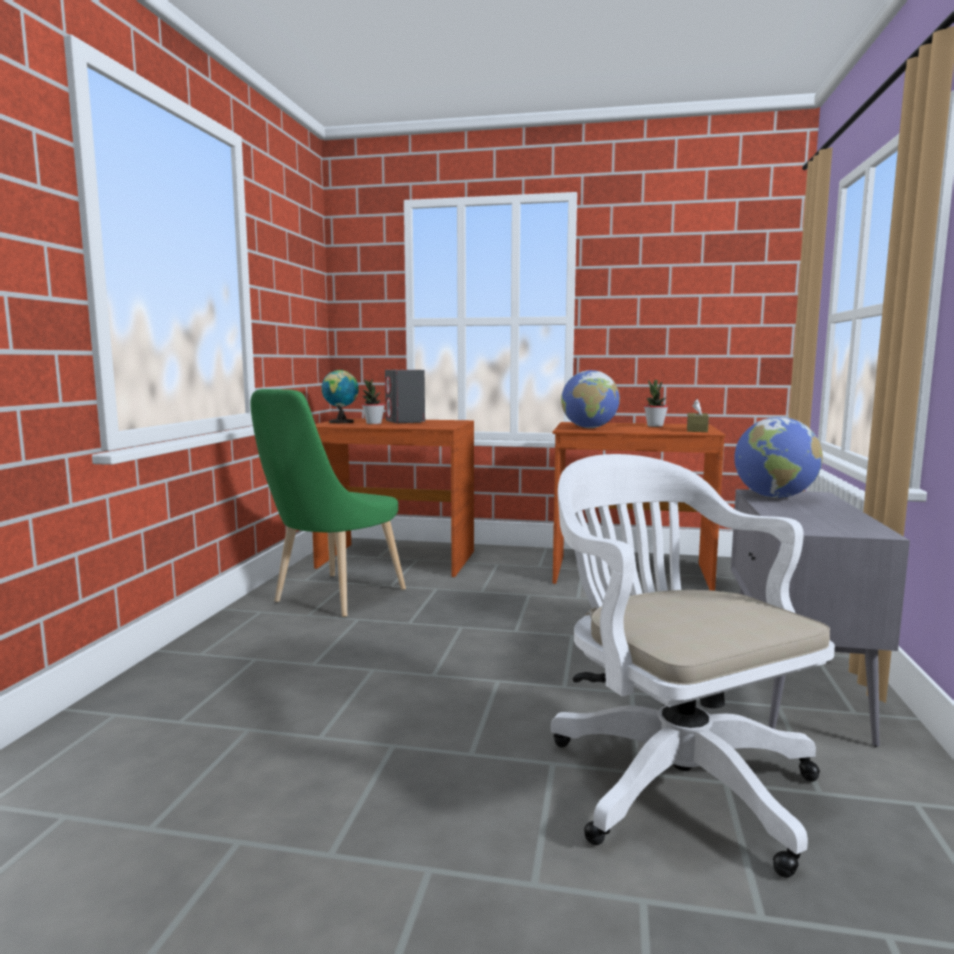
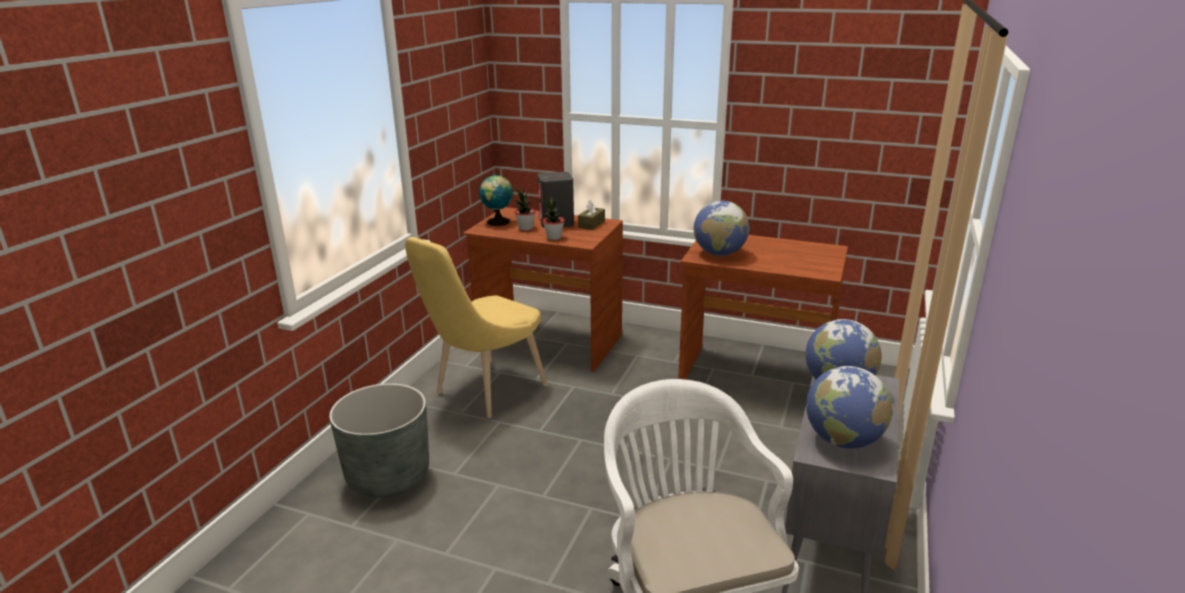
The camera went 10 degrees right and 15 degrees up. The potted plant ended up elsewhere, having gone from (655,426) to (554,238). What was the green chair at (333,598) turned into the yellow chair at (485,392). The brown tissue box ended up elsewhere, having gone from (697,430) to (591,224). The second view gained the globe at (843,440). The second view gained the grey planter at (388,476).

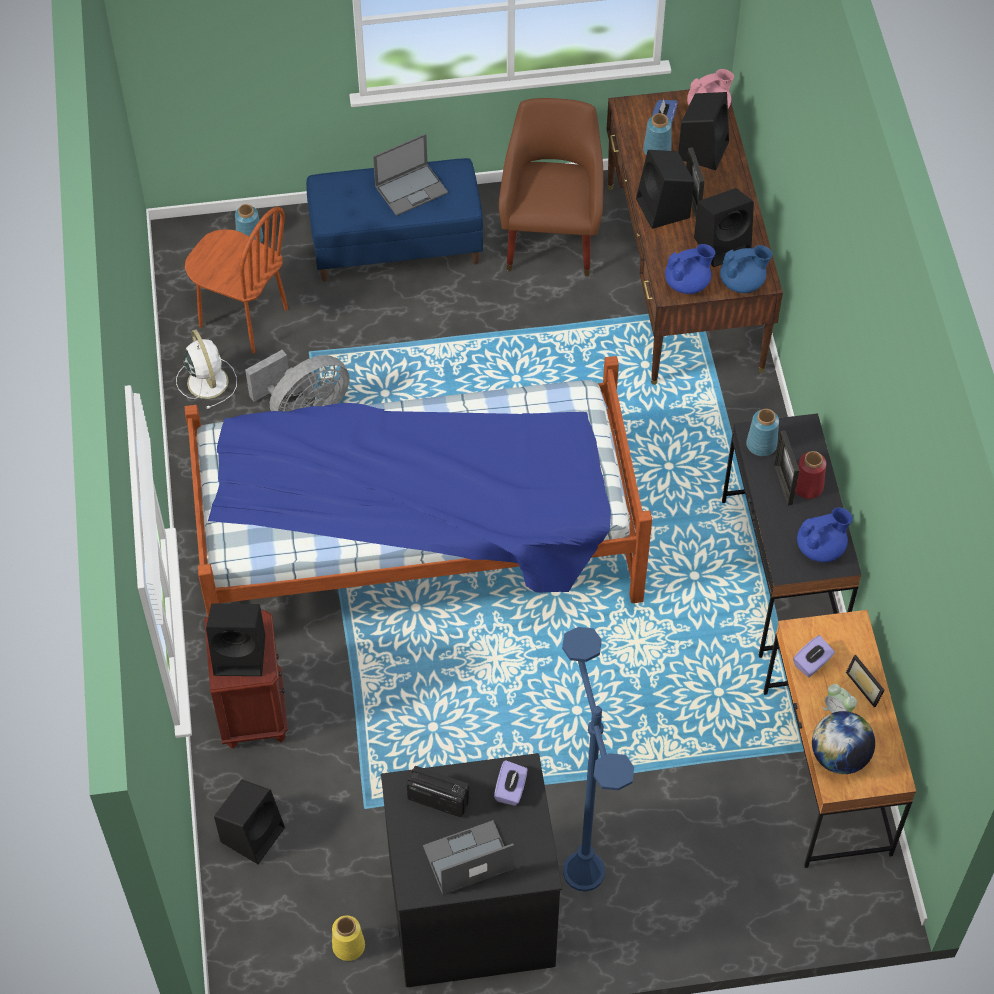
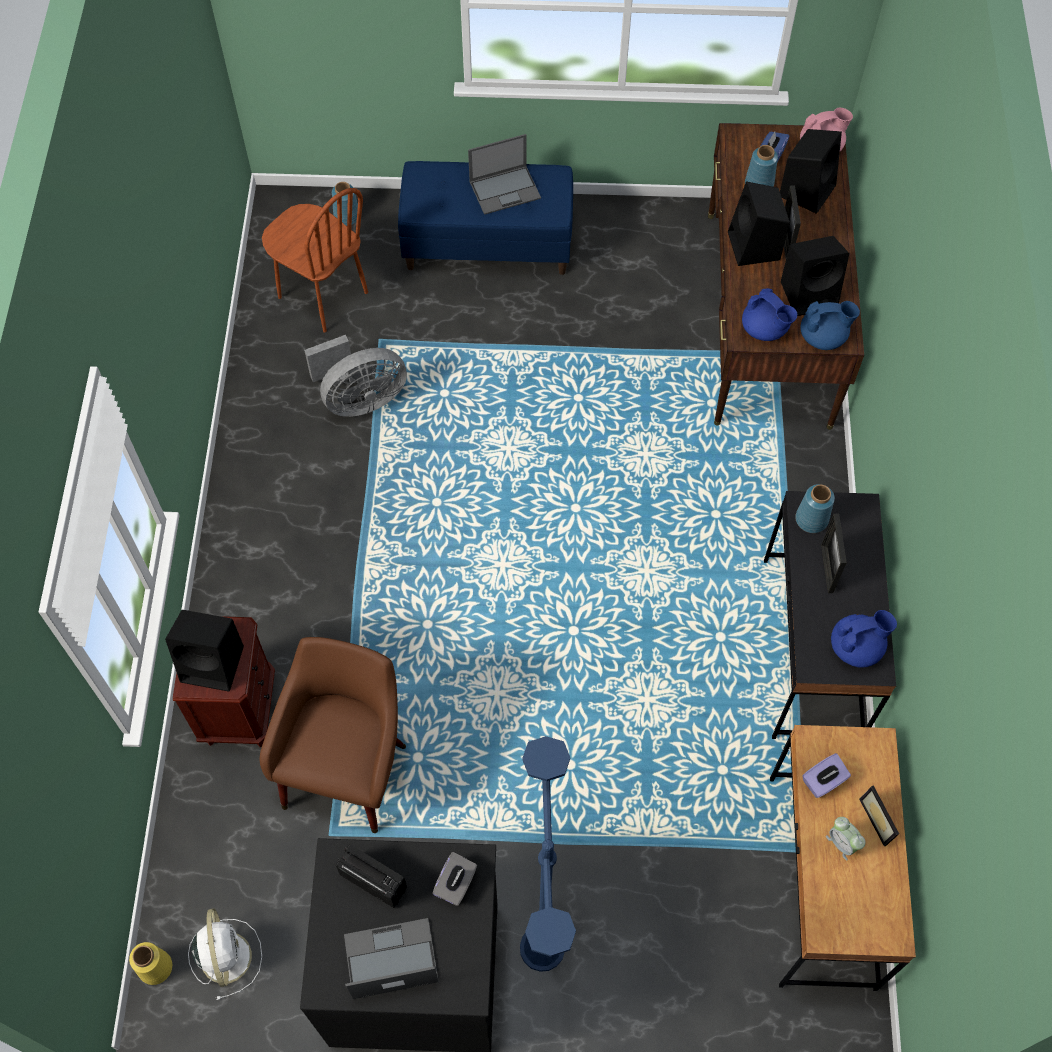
The camera went 10 degrees right and 5 degrees up. The brown armchair ended up elsewhere, having gone from (551,236) to (347,766). The blue teapot at (688,283) ended up facing another way, 60 degrees clockwise from before. The white fan ended up elsewhere, having gone from (207,380) to (226,955). The second view lost the bed at (419,548). The second view lost the red vase at (807,486). The second view lost the globe at (839,756). What was the purple tissue box at (511,790) turned into the grey tissue box at (456,884). The second view lost the black speaker at (253,833). The yellow vase ended up elsewhere, having gone from (349,946) to (155,968).

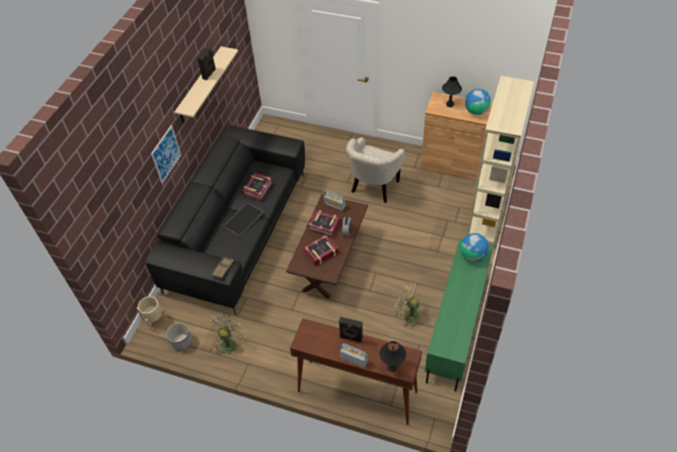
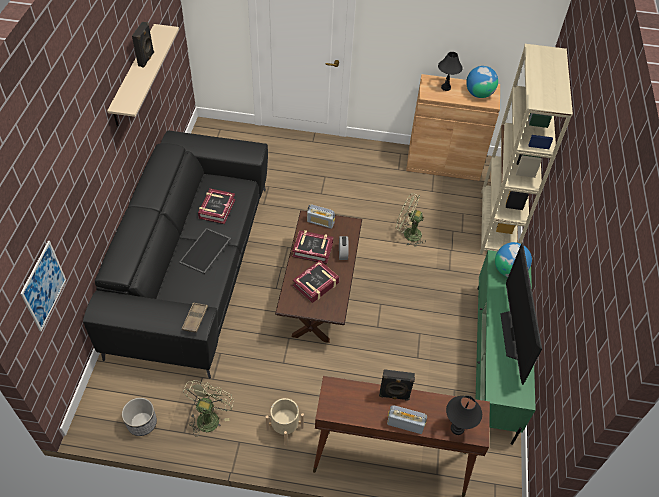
The camera went 15 degrees left and 0 degrees up. The picture ended up elsewhere, having gone from (166,154) to (43,286). The second view lost the beige armchair at (373,188). The green fan ended up elsewhere, having gone from (407,315) to (408,234). The beige planter ended up elsewhere, having gone from (154,319) to (284,428). The second view gained the television at (514,335).

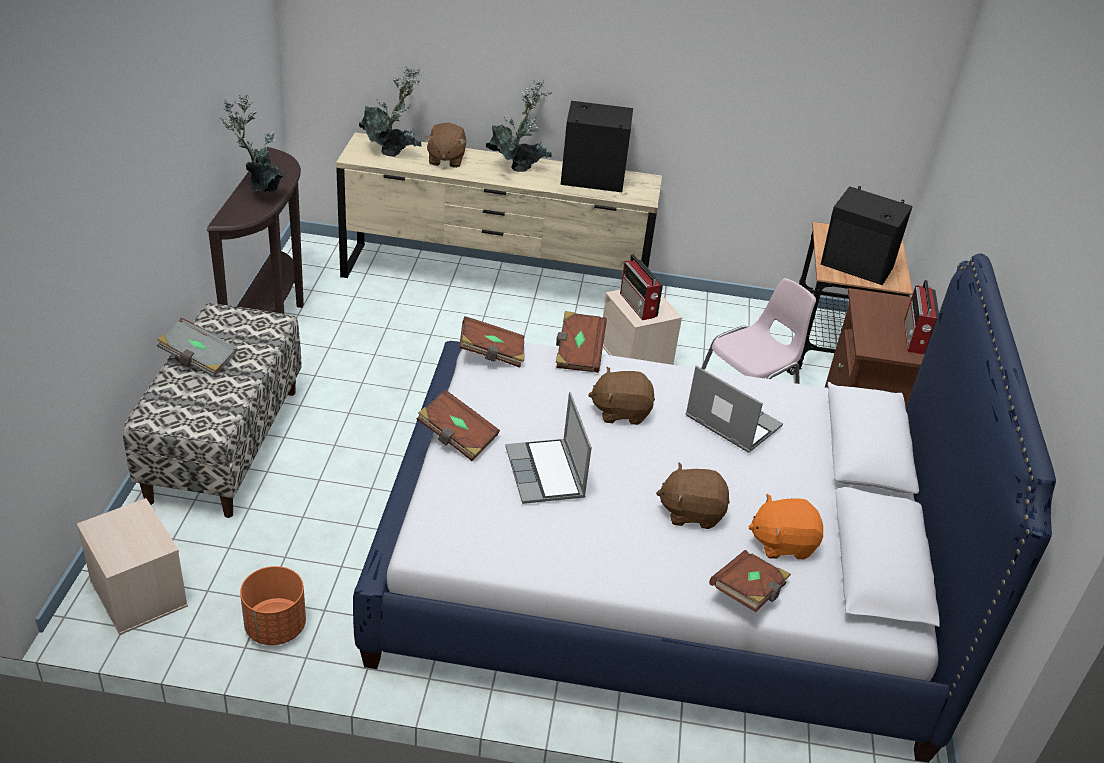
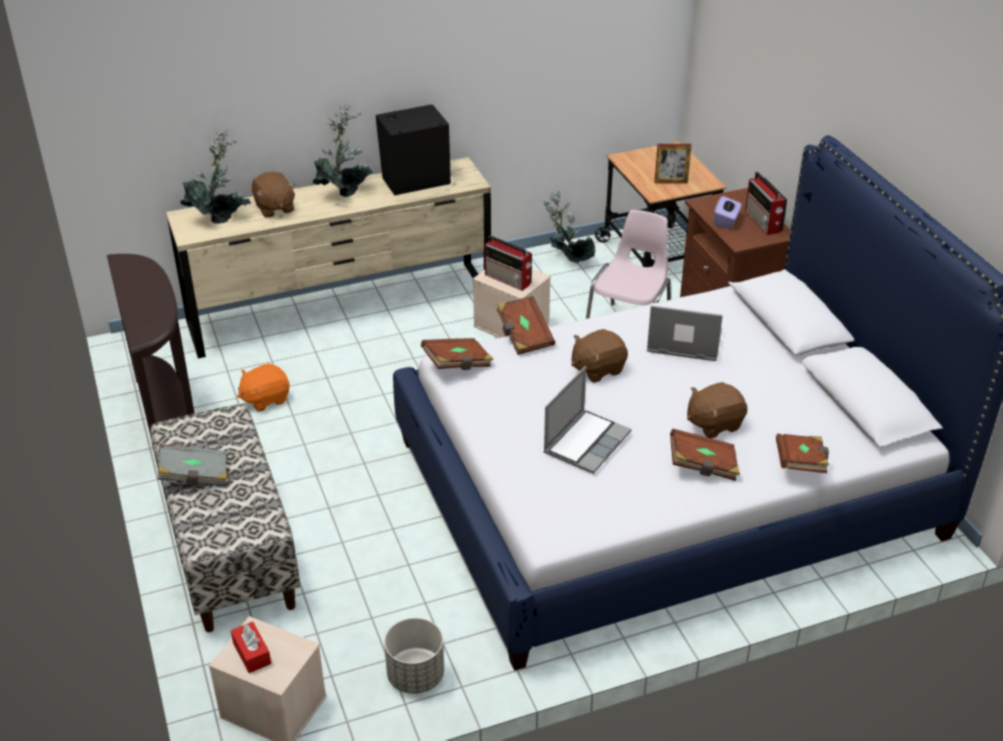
The camera went 25 degrees left and 0 degrees up. The potted plant ended up elsewhere, having gone from (260,191) to (568,262). Where the black speaker stood at (857,268), the picture frame came to stand at (671,182). The brown book ended up elsewhere, having gone from (457,437) to (703,466). The laptop at (546,474) ended up facing another way, 105 degrees counterclockwise from before. The orange plush toy ended up elsewhere, having gone from (782,543) to (265,399). What was the orange planter at (275,627) turned into the grey planter at (415,676). The second view gained the purple tissue box at (726,221). The second view gained the red tissue box at (252,653).

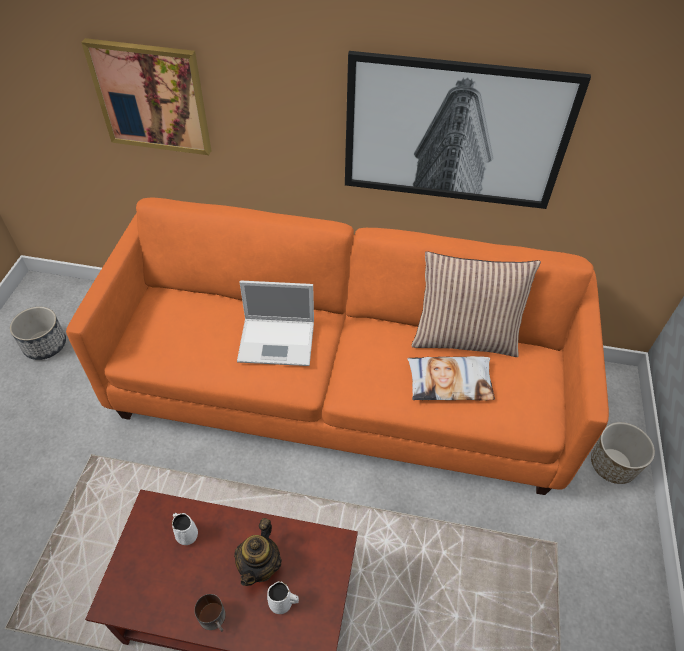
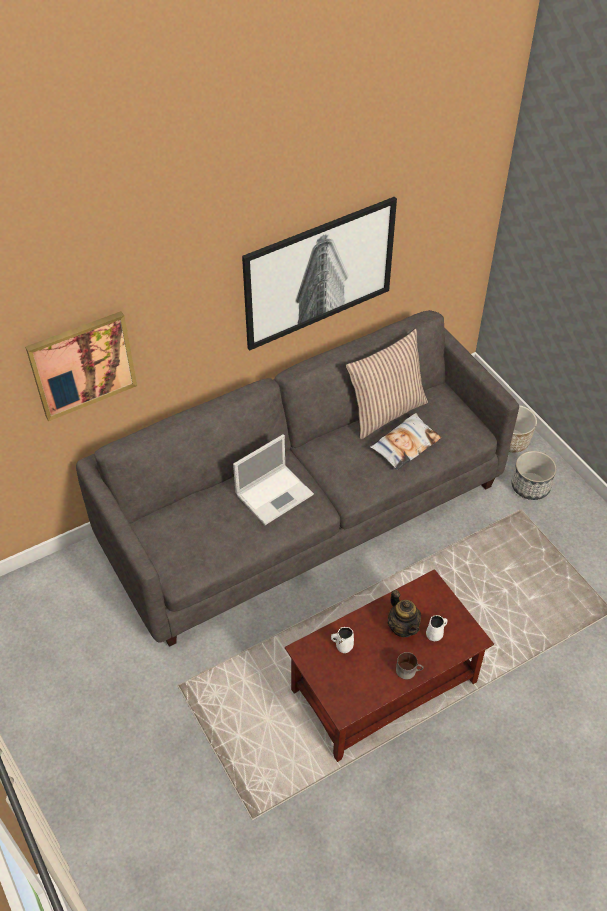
The camera went 40 degrees left and 0 degrees up. What was the orange sofa at (340,388) turned into the grey sofa at (303,512). The planter ended up elsewhere, having gone from (45,345) to (530,486).

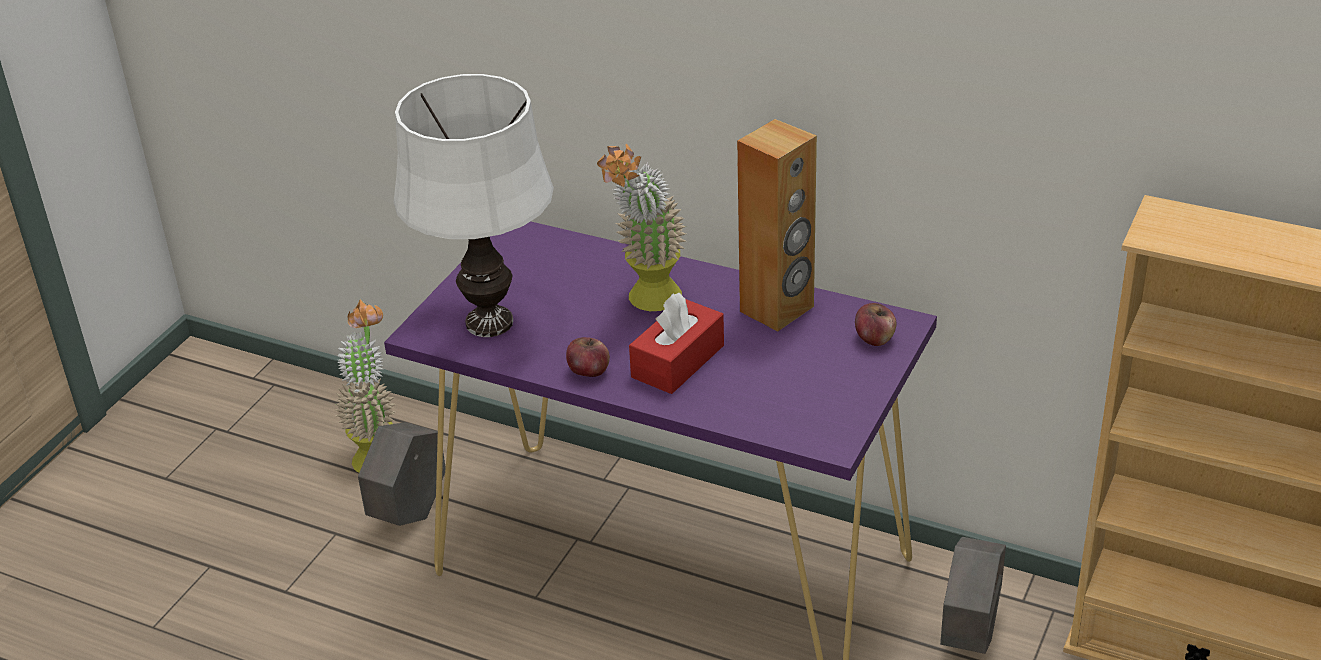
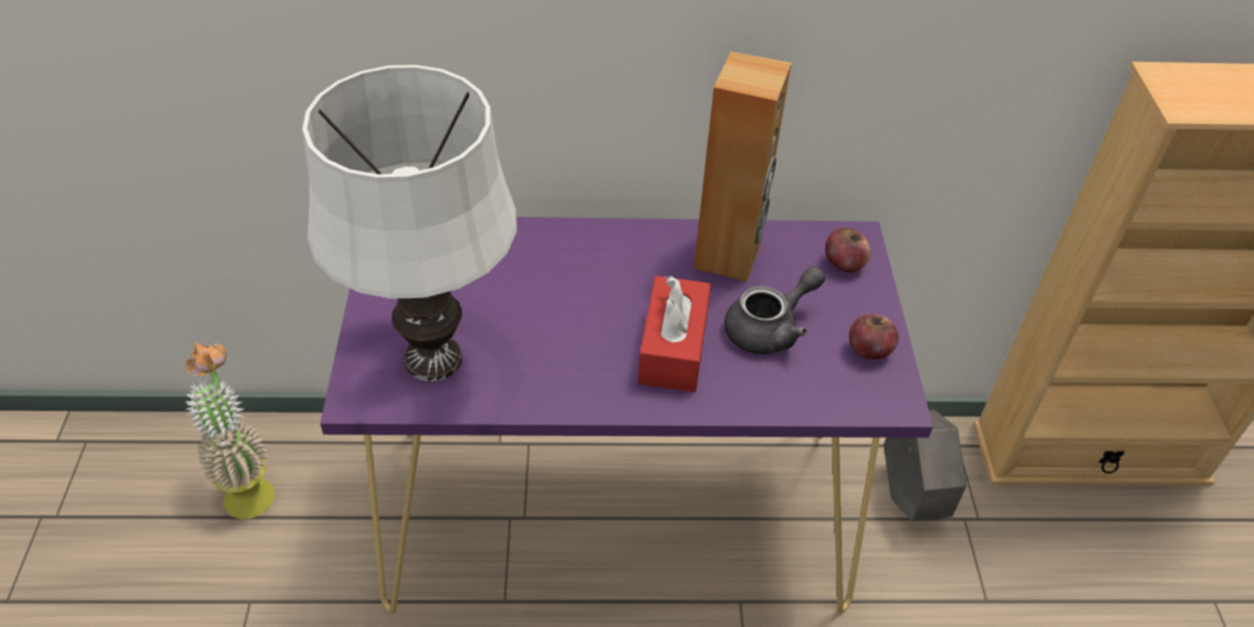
The camera went 30 degrees left and 10 degrees up. The second view lost the potted plant at (647,303). The apple ended up elsewhere, having gone from (589,371) to (869,350). The second view lost the grey planter at (409,513). The second view gained the grey teapot at (770,329).

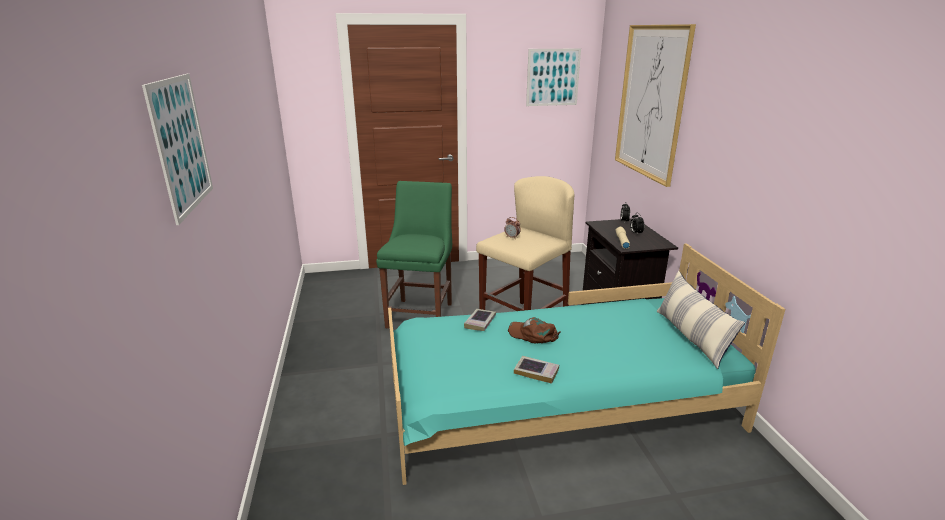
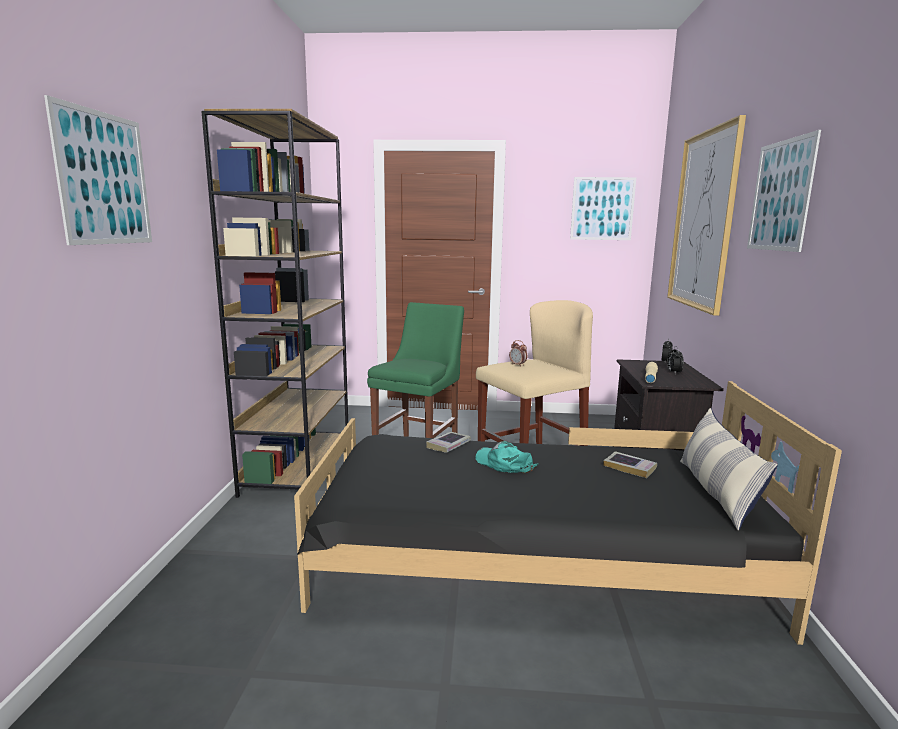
The camera went 15 degrees right and 10 degrees down. What was the turquoise bed at (558,404) turned into the black bed at (533,562). What was the brown cap at (533,334) turned into the turquoise cap at (504,463). The book ended up elsewhere, having gone from (536,372) to (629,468). The second view gained the brown bookcase at (298,467). The second view gained the picture at (780,196).

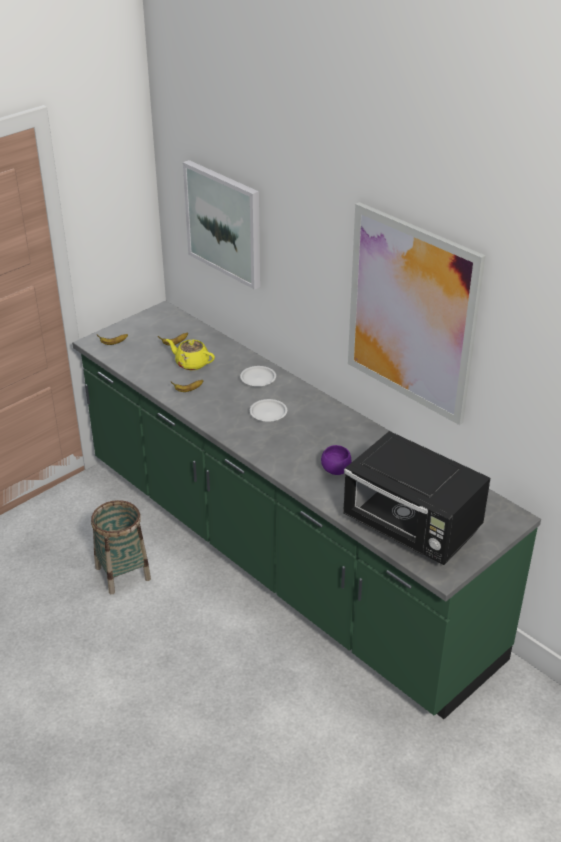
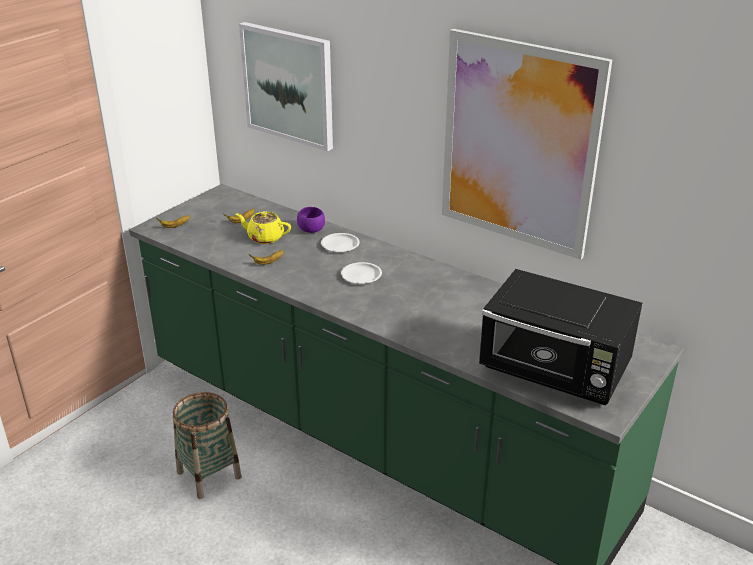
The camera went 10 degrees left and 5 degrees down. The purple bowl ended up elsewhere, having gone from (335,470) to (311,230).

